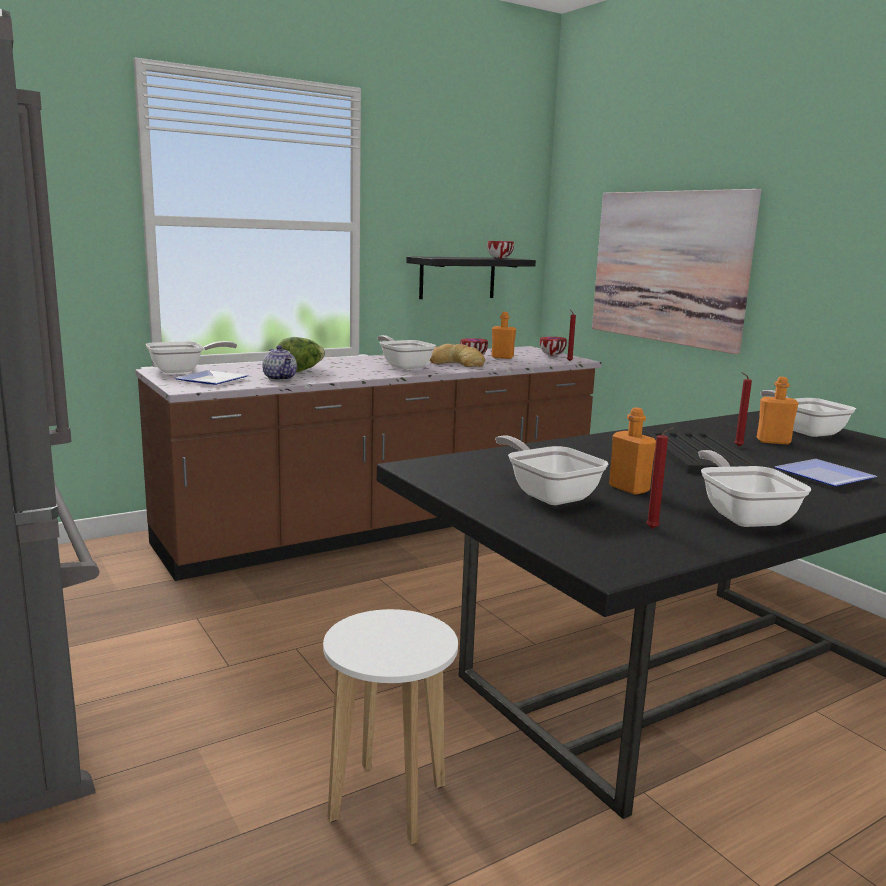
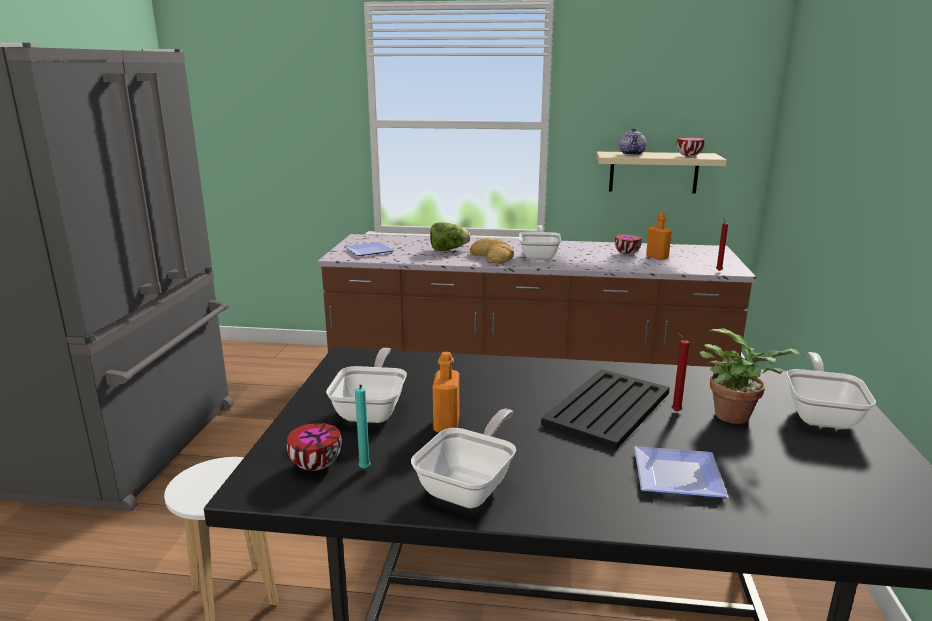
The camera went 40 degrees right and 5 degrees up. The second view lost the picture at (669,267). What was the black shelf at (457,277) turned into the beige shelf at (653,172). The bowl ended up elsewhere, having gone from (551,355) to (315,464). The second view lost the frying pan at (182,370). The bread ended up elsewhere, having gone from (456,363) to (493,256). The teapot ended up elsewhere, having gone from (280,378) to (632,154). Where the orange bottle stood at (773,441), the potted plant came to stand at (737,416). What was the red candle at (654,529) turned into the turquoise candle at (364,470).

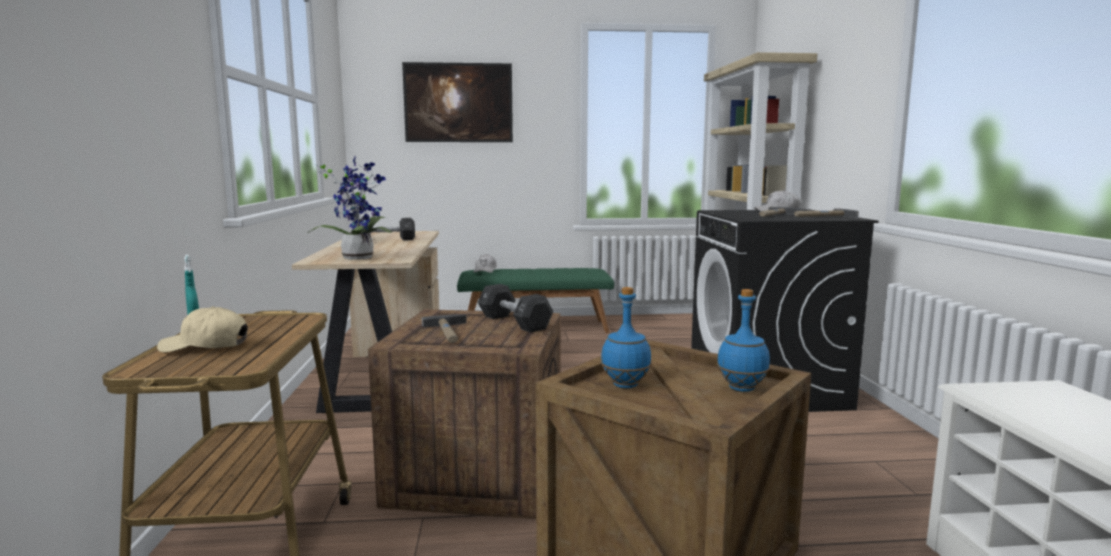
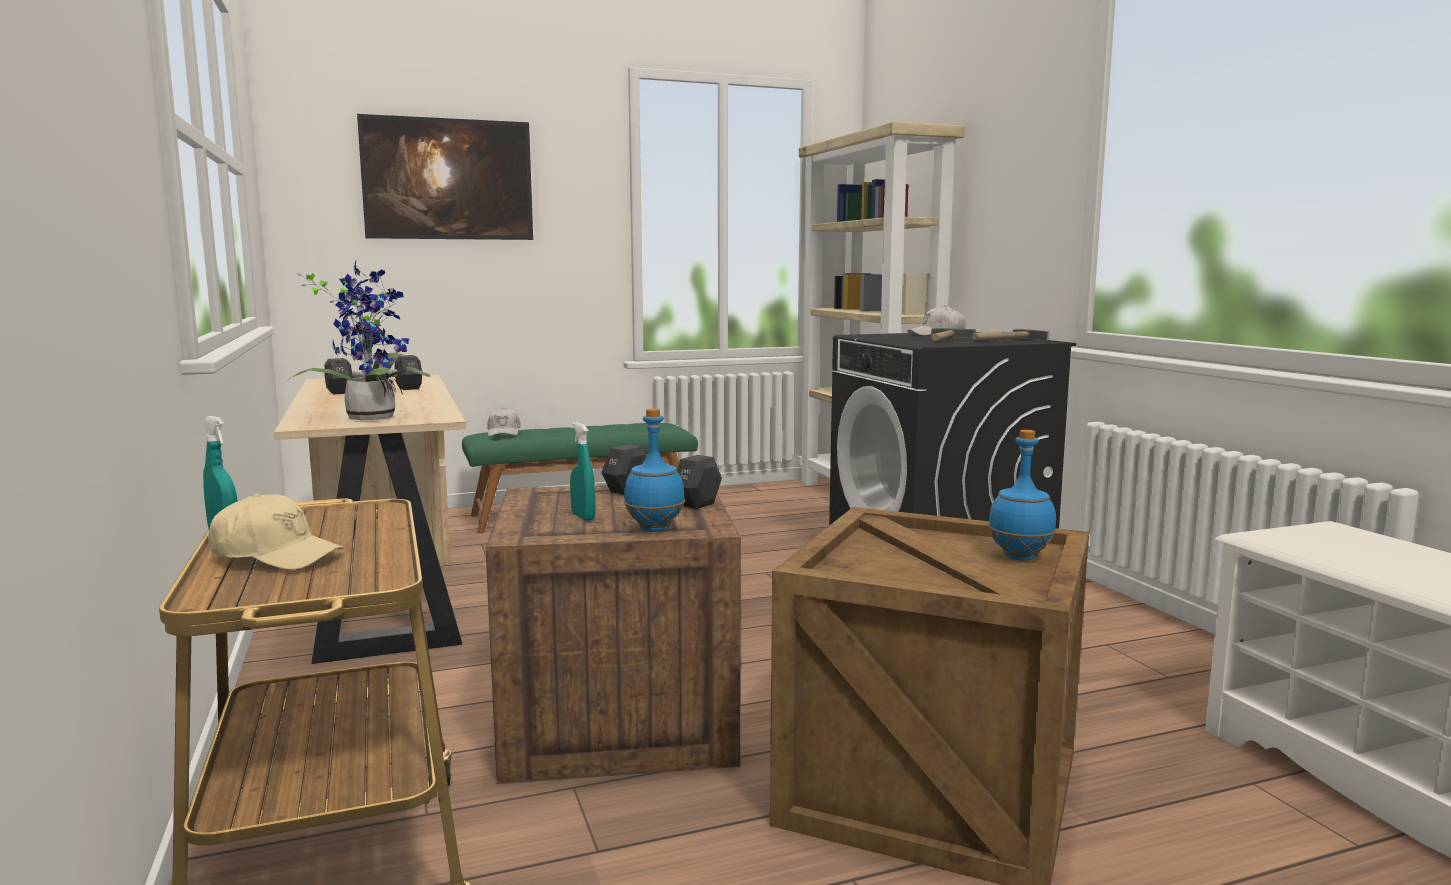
The camera went 15 degrees left and 0 degrees up. The blue bottle ended up elsewhere, having gone from (625,385) to (655,528). The beige cap at (205,345) ended up facing another way, 150 degrees counterclockwise from before. Where the hammer stood at (449,333), the turquoise spray bottle came to stand at (583,517).

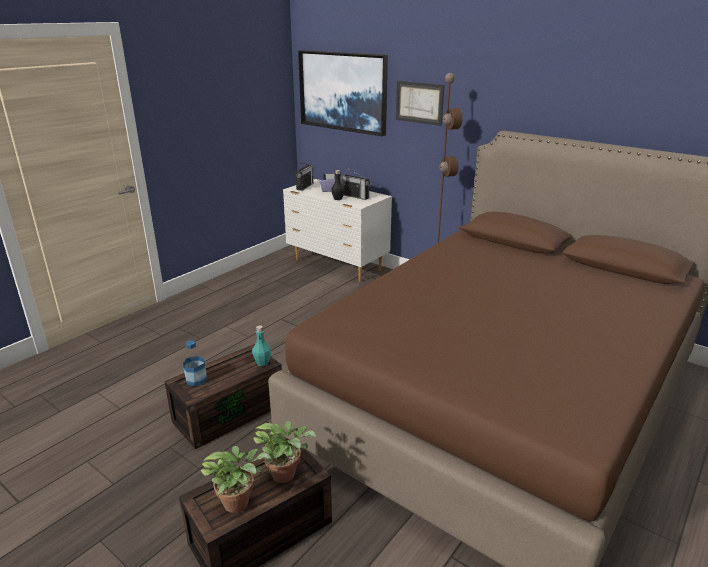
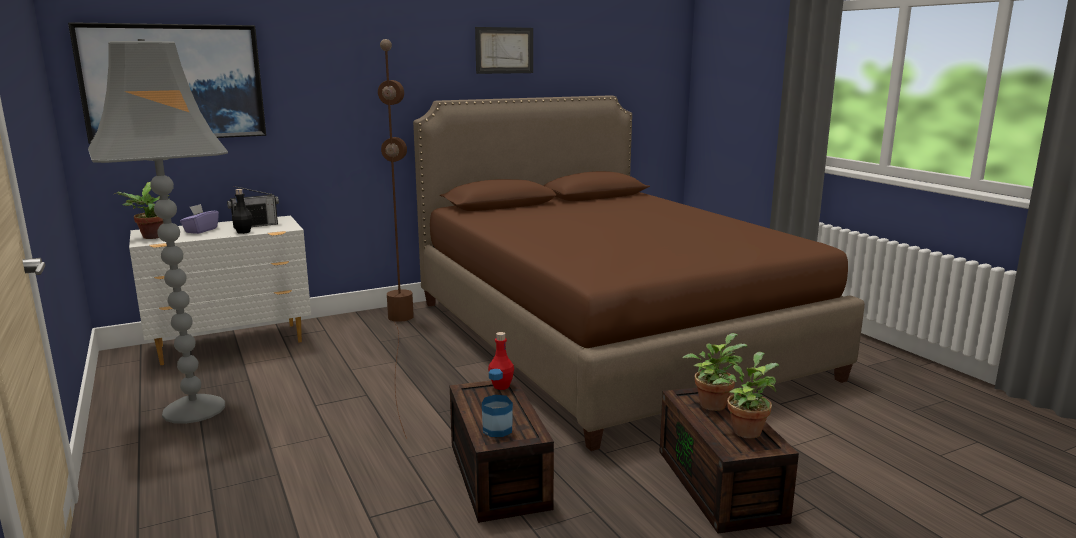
The camera went 65 degrees left and 10 degrees down. The picture ended up elsewhere, having gone from (419,102) to (504,50). Where the radio stood at (305,186), the potted plant came to stand at (151,237). What was the turquoise bottle at (262,363) turned into the red bottle at (501,386). The second view gained the grey floor lamp at (195,409).

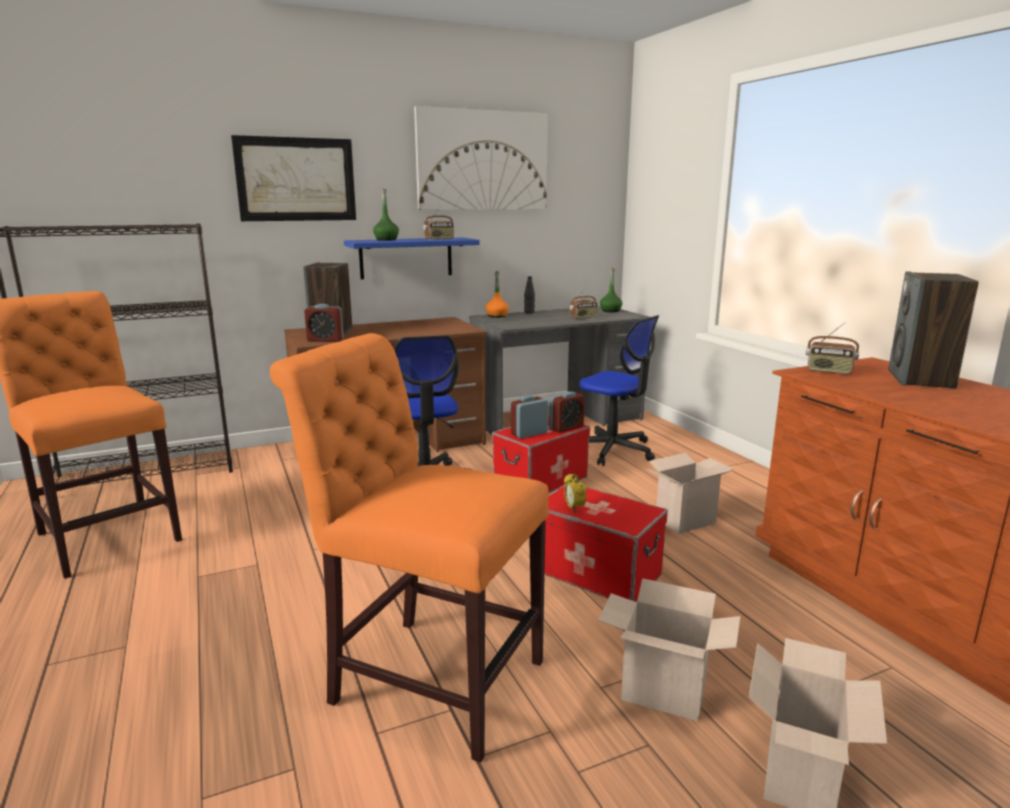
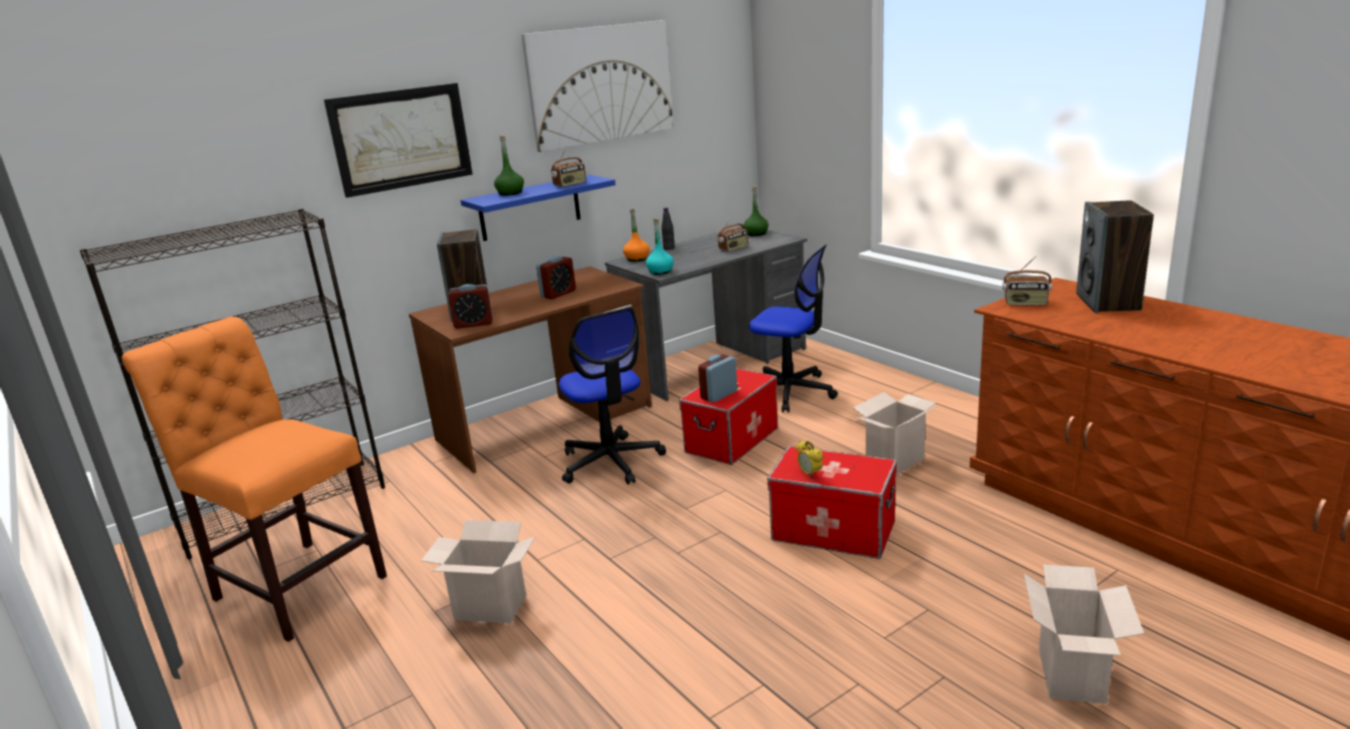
The camera went 10 degrees left and 5 degrees up. The second view lost the orange chair at (428,677). The alarm clock ended up elsewhere, having gone from (566,428) to (558,294). The cardboard box ended up elsewhere, having gone from (660,693) to (487,609). The second view gained the turquoise bottle at (660,271).

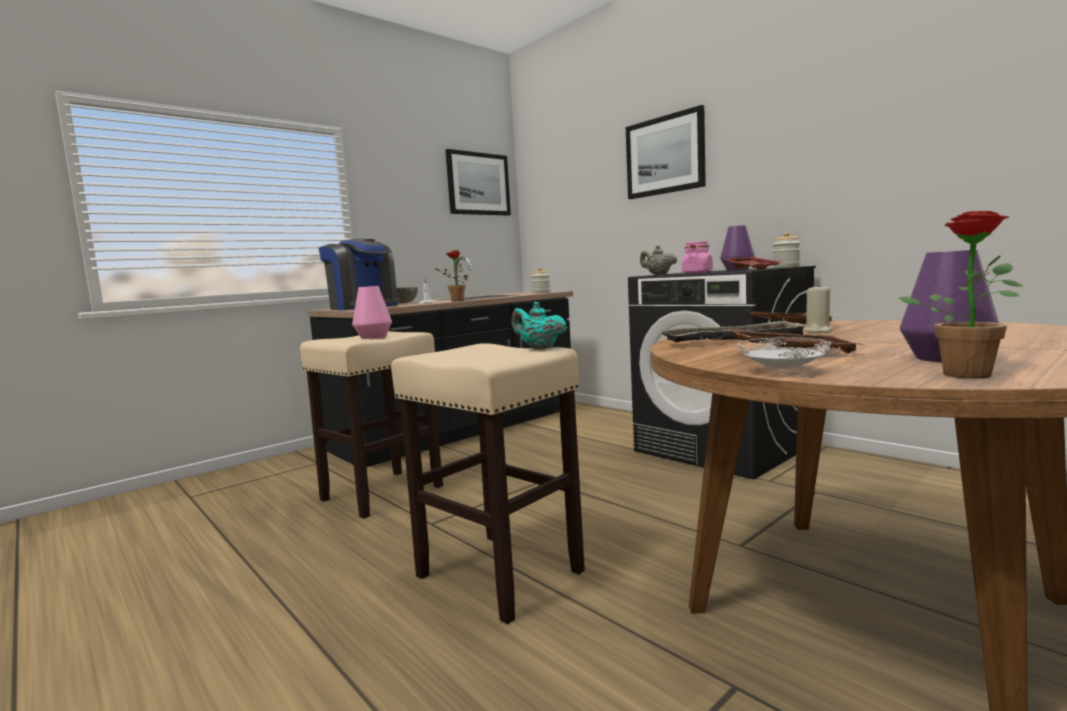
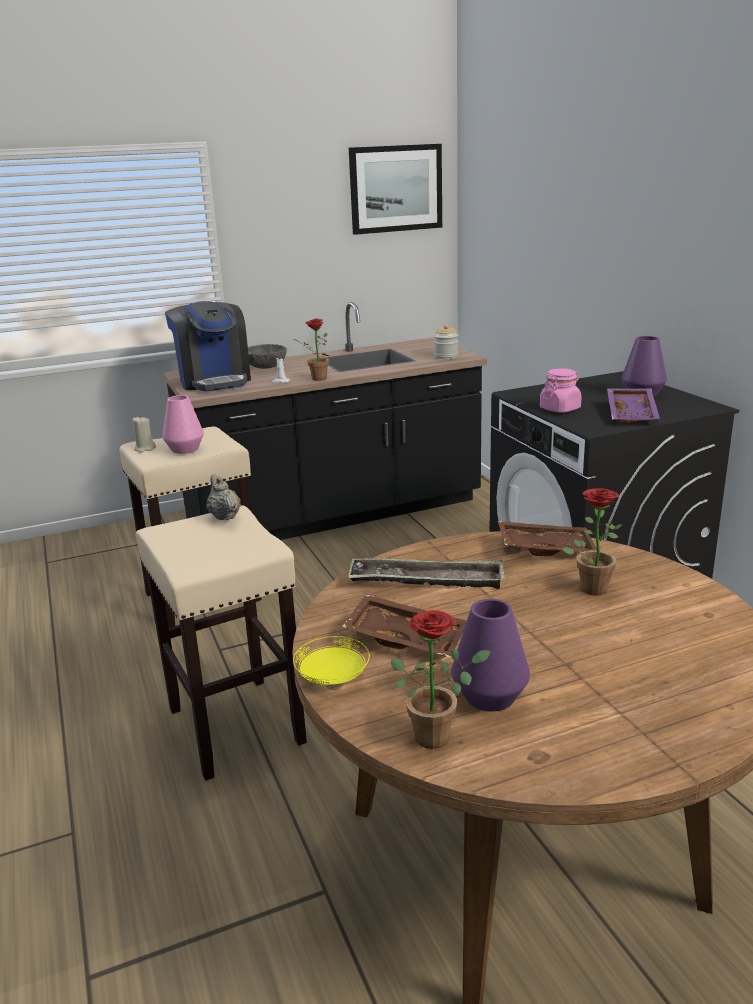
The camera went 20 degrees right and 15 degrees up. The second view lost the picture at (665,155). The second view lost the jar at (786,267). The beige teapot ended up elsewhere, having gone from (658,274) to (224,516). What was the red tray at (753,269) turned into the purple tray at (633,414). The beige candle ended up elsewhere, having gone from (818,331) to (144,449). The second view lost the turquoise teapot at (538,348). What was the white plate at (781,371) turned into the yellow plate at (332,678). The second view gained the potted plant at (592,586).

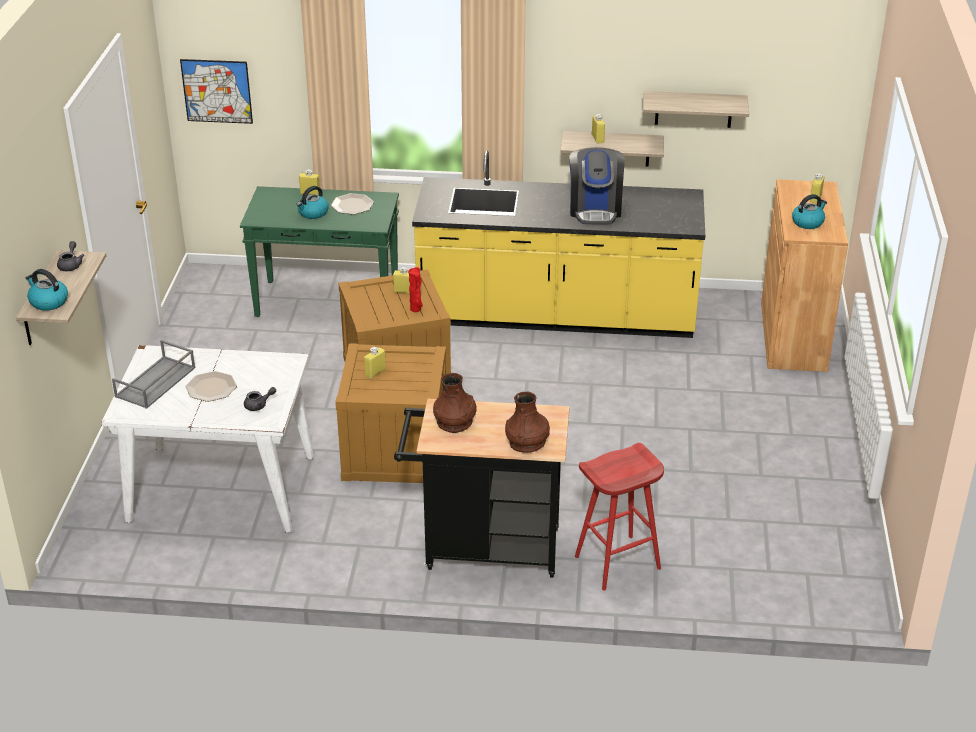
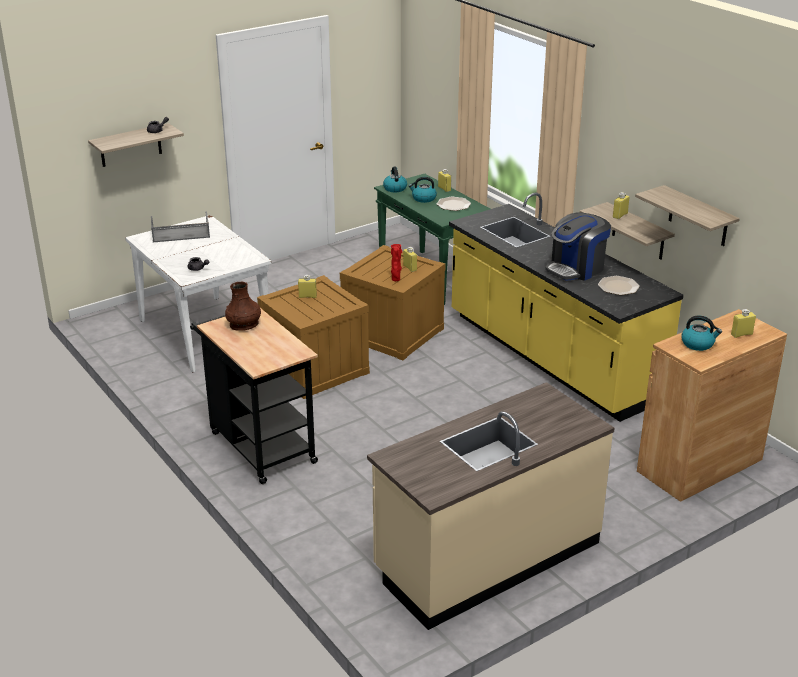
The camera went 50 degrees right and 5 degrees down. The second view lost the picture at (217,91). The kettle ended up elsewhere, having gone from (48,302) to (394,188). The plate ended up elsewhere, having gone from (211,388) to (618,286). The second view lost the brown vase at (527,442). The second view lost the red stool at (617,563). The second view gained the beige counter at (487,557).

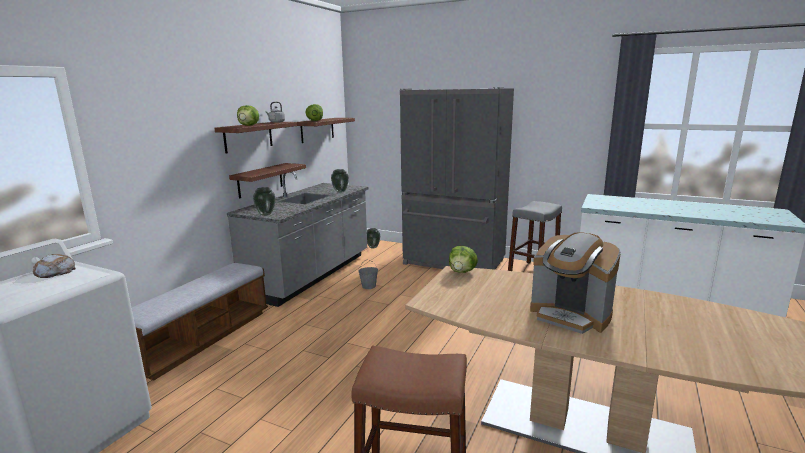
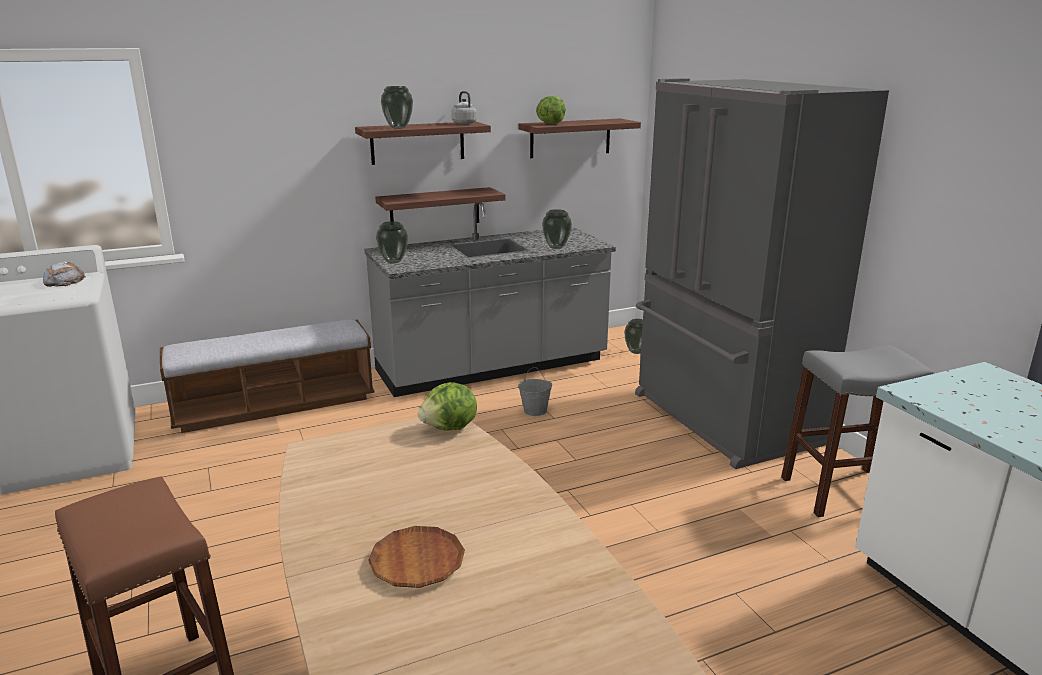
The camera went 40 degrees right and 5 degrees up. Where the lettuce stood at (249,125), the vase came to stand at (399,127). Where the coffee machine stood at (570,315), the brown plate came to stand at (417,562).

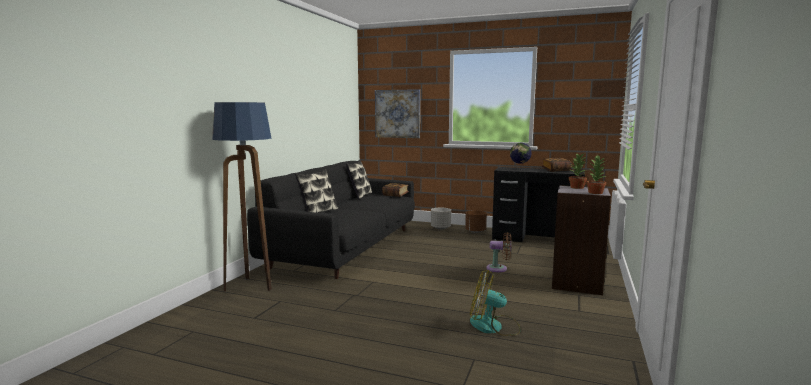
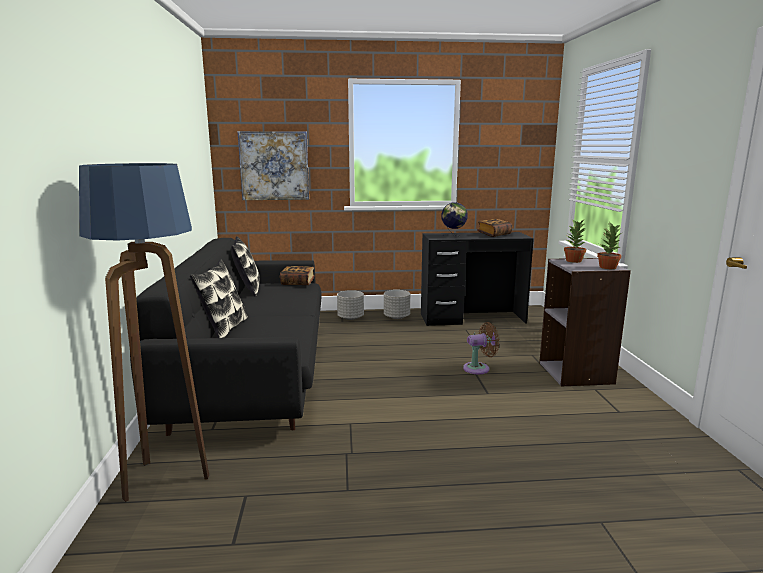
The camera went 25 degrees left and 5 degrees up. What was the brown planter at (475,231) turned into the grey planter at (397,317). The second view lost the fan at (493,326).

